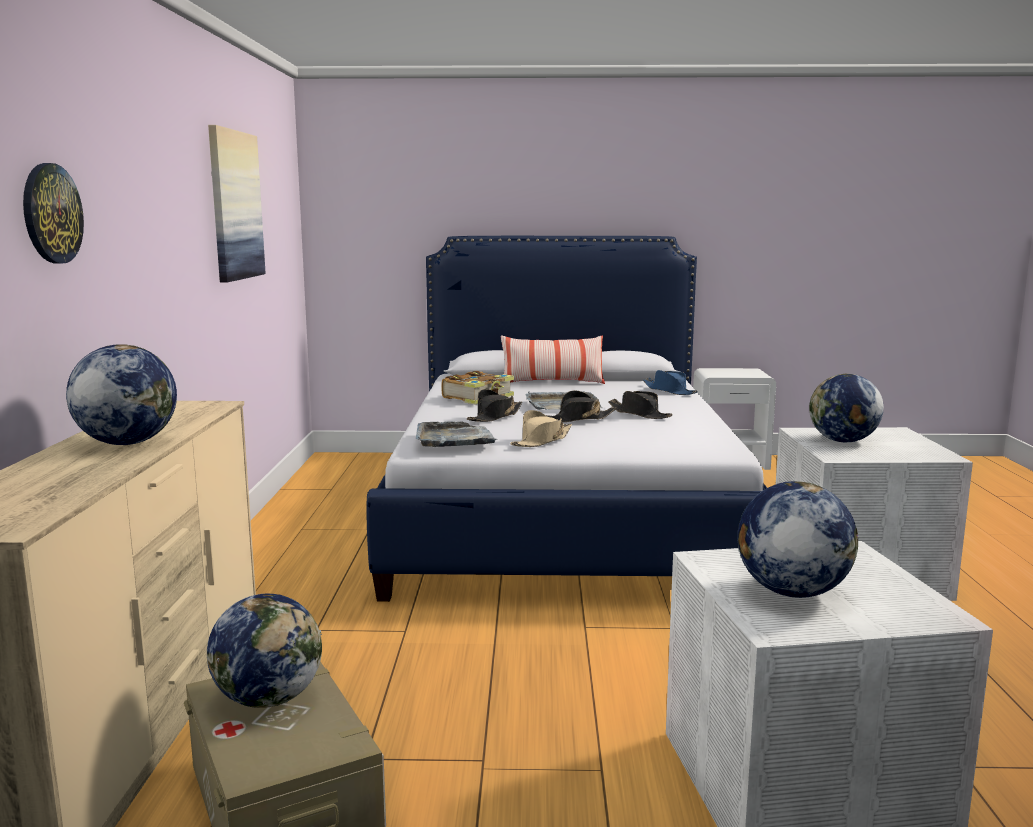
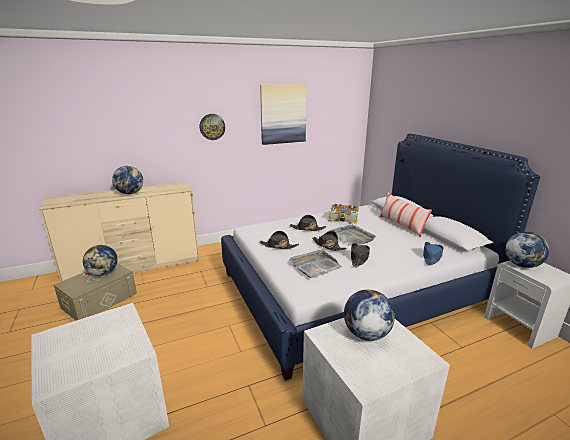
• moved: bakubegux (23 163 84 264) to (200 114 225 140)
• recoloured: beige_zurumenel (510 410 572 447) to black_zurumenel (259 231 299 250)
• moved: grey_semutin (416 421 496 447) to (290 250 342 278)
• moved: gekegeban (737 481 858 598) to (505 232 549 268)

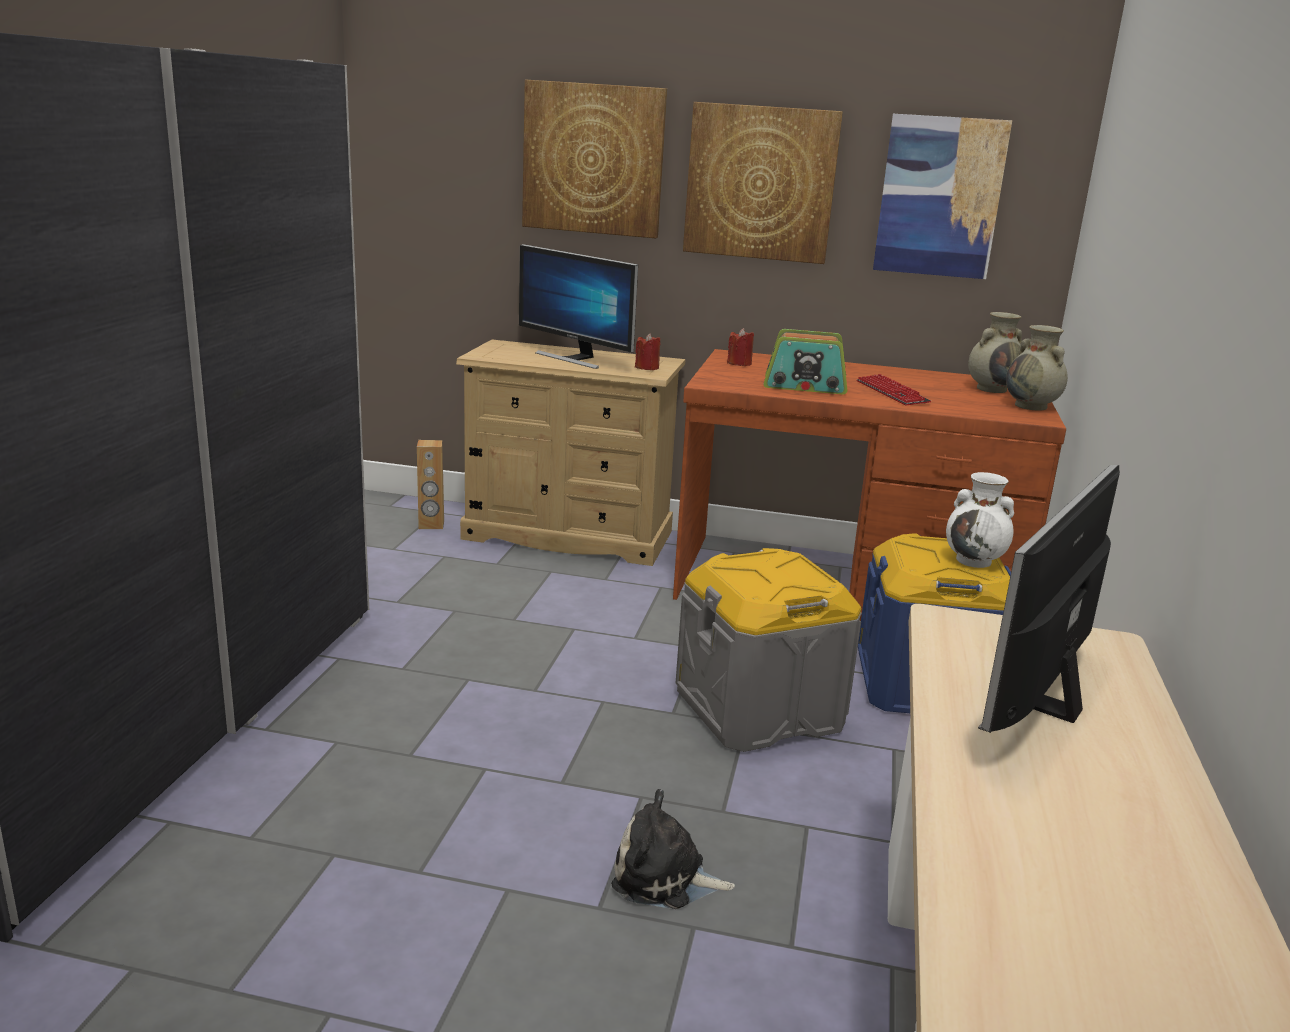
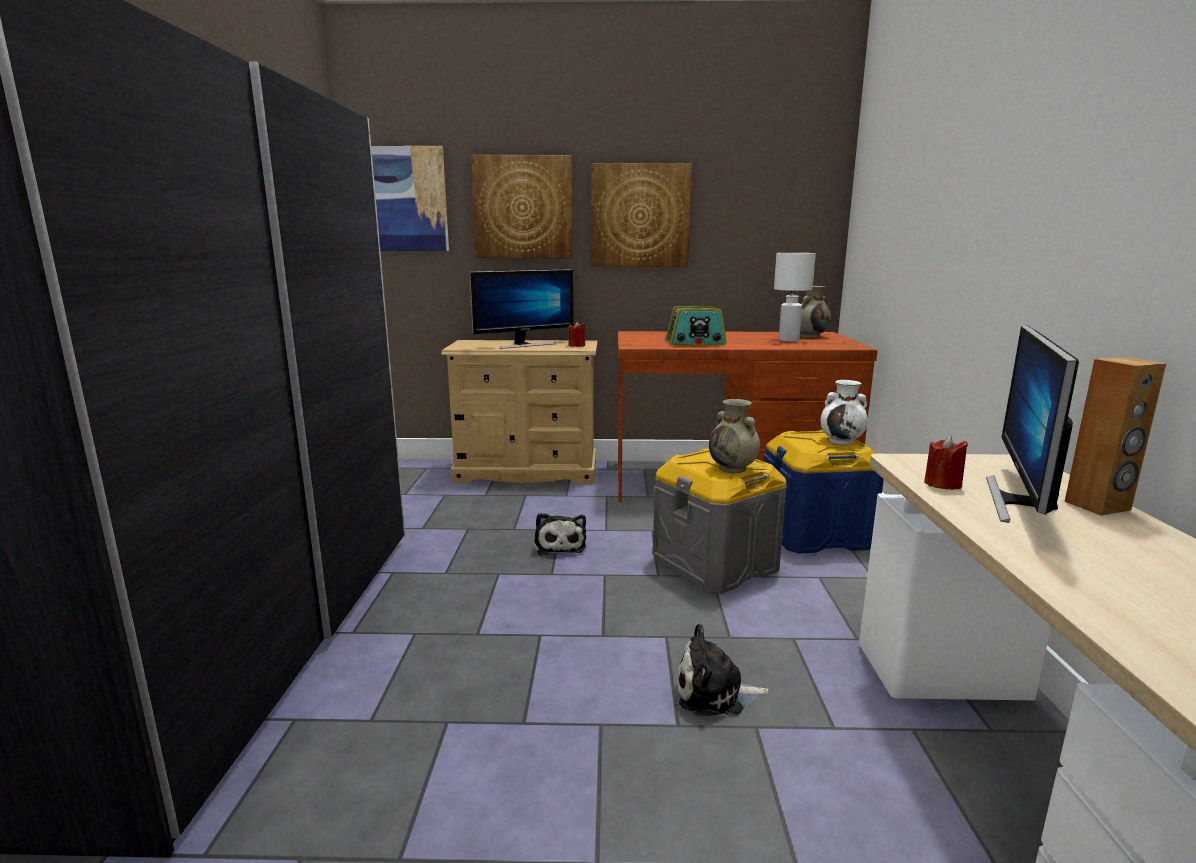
• moved: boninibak (873 114 1012 279) to (371 146 449 251)
• turned: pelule (519 244 638 369) = (469 269 574 349) 60 degrees counterclockwise
• moved: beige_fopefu (1006 325 1068 411) to (709 399 760 473)
• moved: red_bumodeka (727 328 754 366) to (924 436 968 490)
• removed: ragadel (857 374 931 405)
• moved: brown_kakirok (417 440 444 529) to (1065 357 1166 515)
• added: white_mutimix (774 253 816 342)
• added: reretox (535 513 586 556)

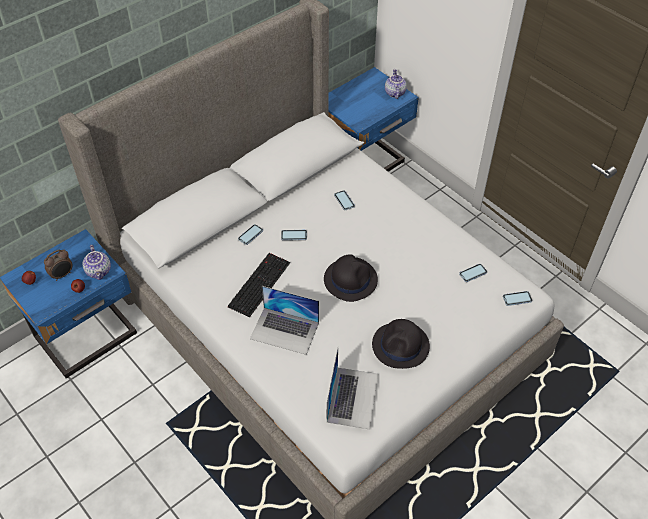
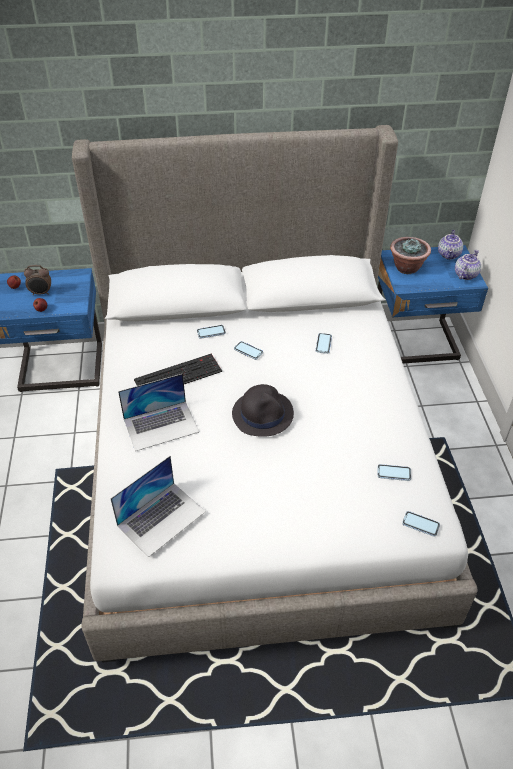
• moved: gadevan (83 245 111 280) to (438 230 463 259)
• turned: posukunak (250 286 319 355) = (118 374 199 451) 75 degrees counterclockwise
• removed: black_zurumenel (372 319 430 369)
• added: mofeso (390 237 431 274)

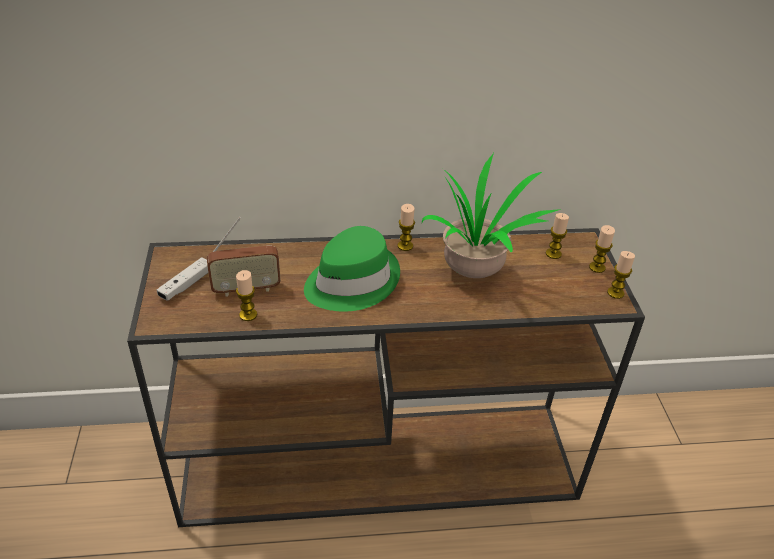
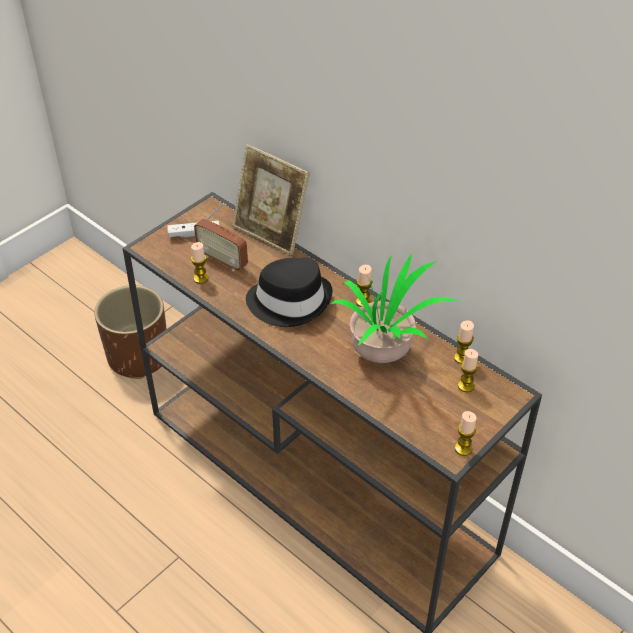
• moved: bumodeka (589 225 615 273) to (454 320 474 364)
• recoloured: green_zurumenel (304 226 400 312) to black_zurumenel (246 257 333 327)
• added: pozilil (233 144 310 255)
• added: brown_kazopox (94 285 166 379)

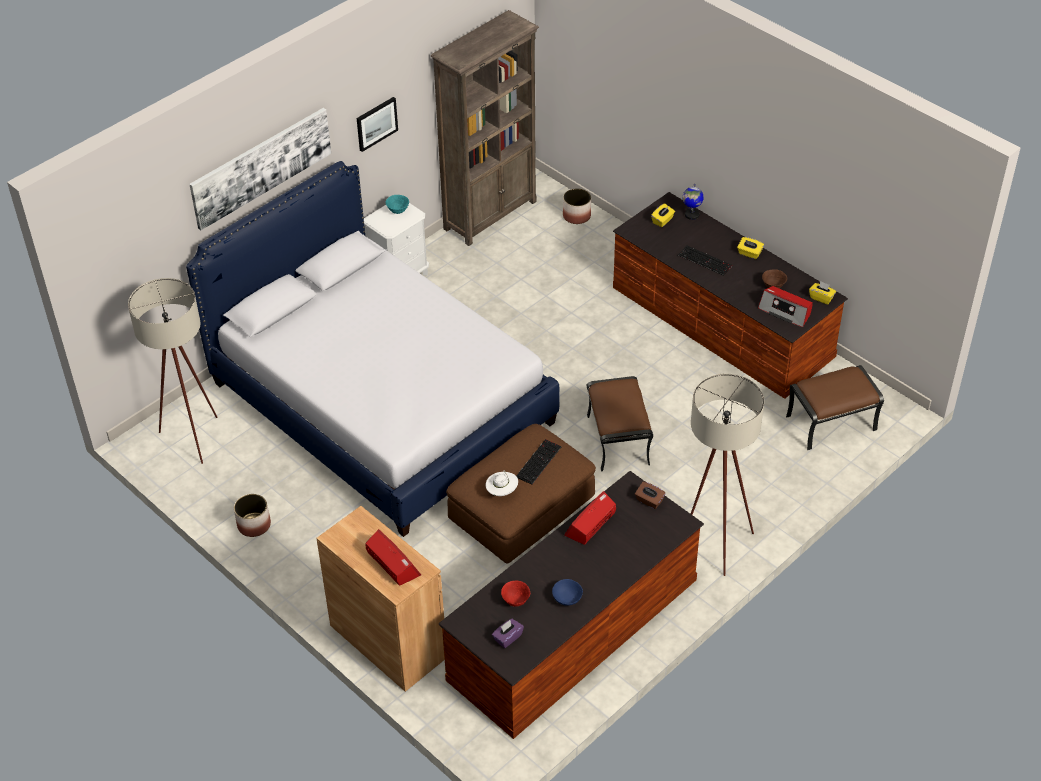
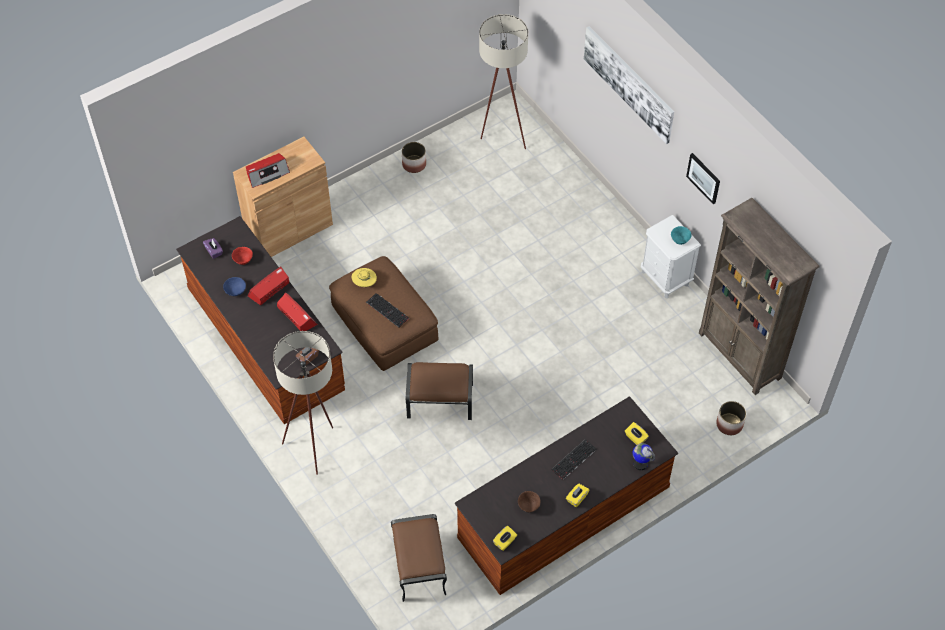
• removed: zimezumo (186 161 560 537)
• moved: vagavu (758 286 813 327) to (247 266 289 305)
• recoloured: white_zurumenel (485 470 518 496) to yellow_zurumenel (352 268 377 287)

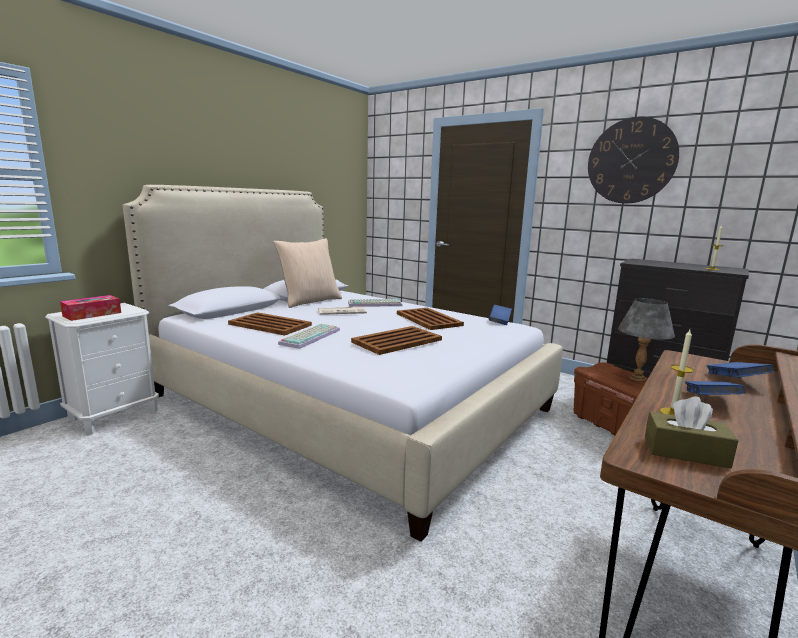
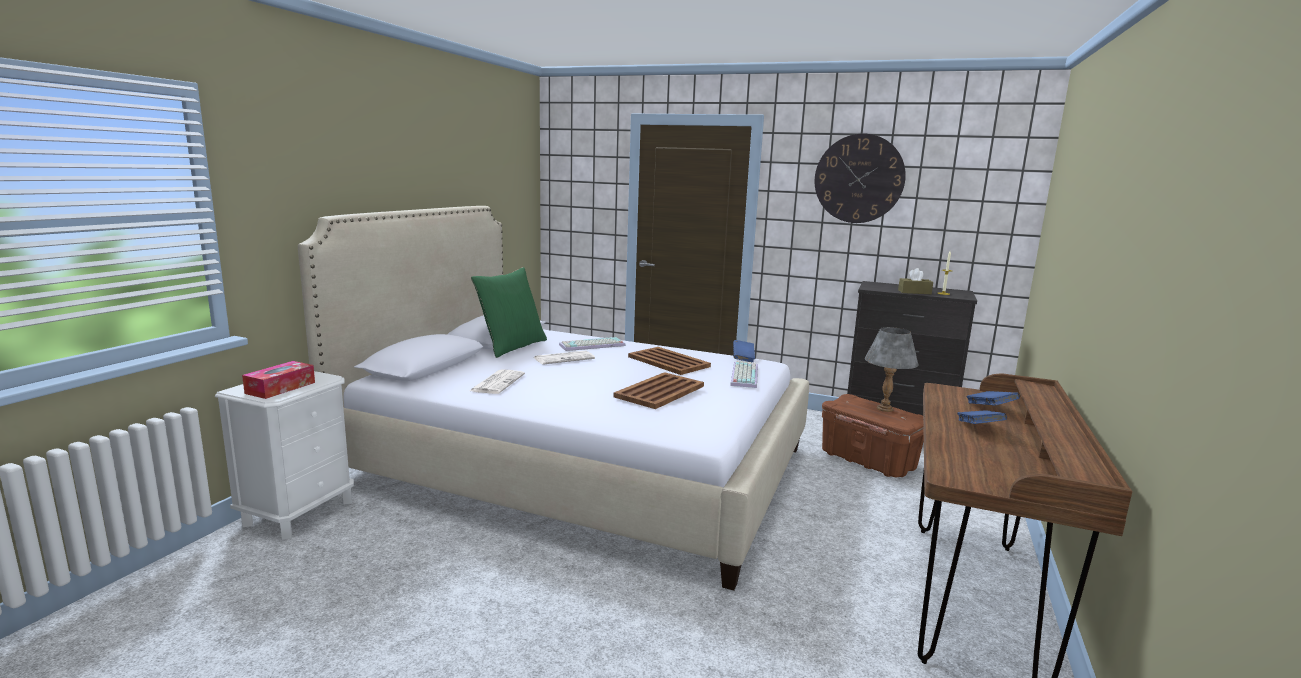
• recoloured: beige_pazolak (273 238 342 308) to green_pazolak (471 267 547 358)
• replaced: brown_semutin (228 312 312 336) to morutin (470 370 525 394)
• moved: ragadel (278 324 340 349) to (730 361 758 388)
• removed: bumodeka (660 330 694 415)
• moved: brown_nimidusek (645 397 739 468) to (898 268 933 294)

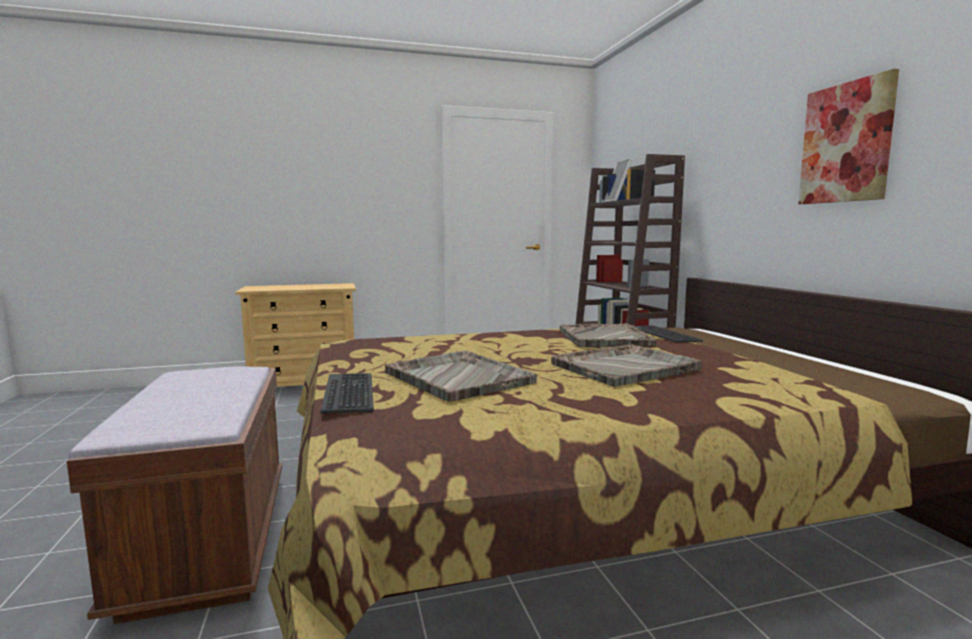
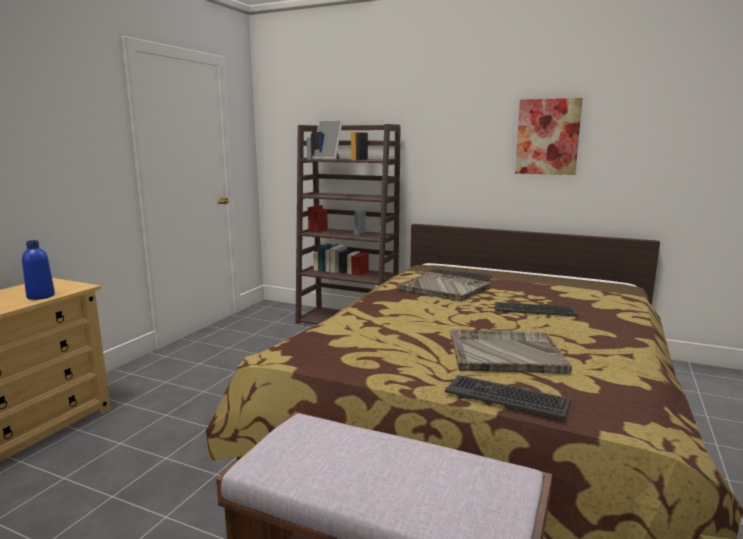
• replaced: grey_semutin (551 344 702 387) to ragadel (495 302 578 317)
• added: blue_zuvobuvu (22 240 55 300)

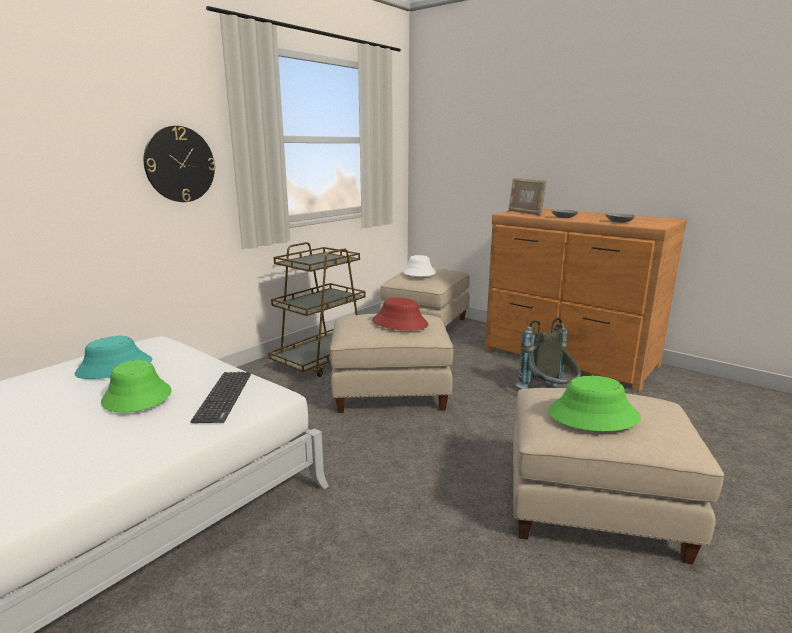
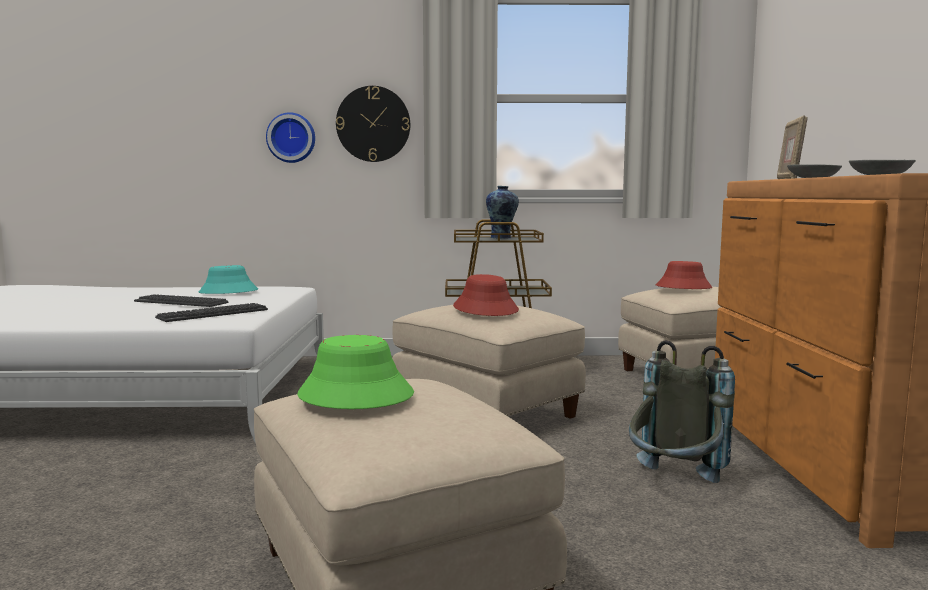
• recoloured: white_zurumenel (403 255 436 276) to red_zurumenel (656 261 712 289)
• replaced: green_zurumenel (101 360 171 412) to ragadel (134 294 228 307)
• added: bakubegux (266 112 315 163)
• added: fopefu (486 186 519 239)

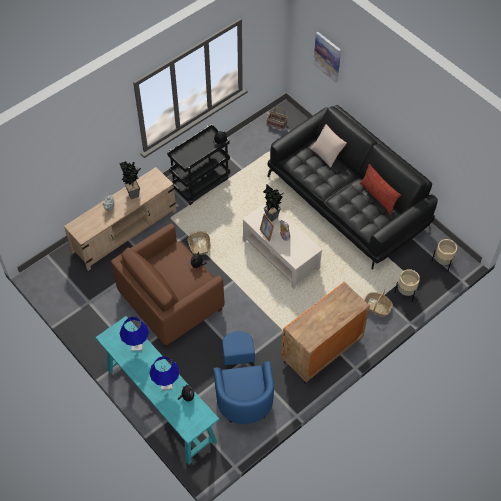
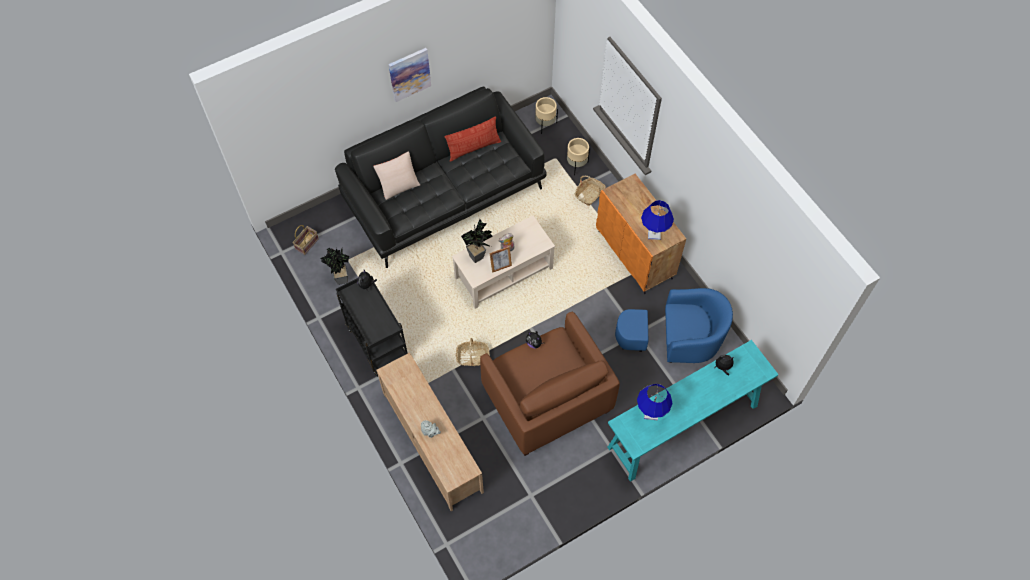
• moved: boninibak (313 32 341 83) to (389 48 431 102)
• moved: mofeso (119 161 141 199) to (320 248 349 285)
• moved: blue_mutimix (149 356 180 390) to (641 200 674 240)

